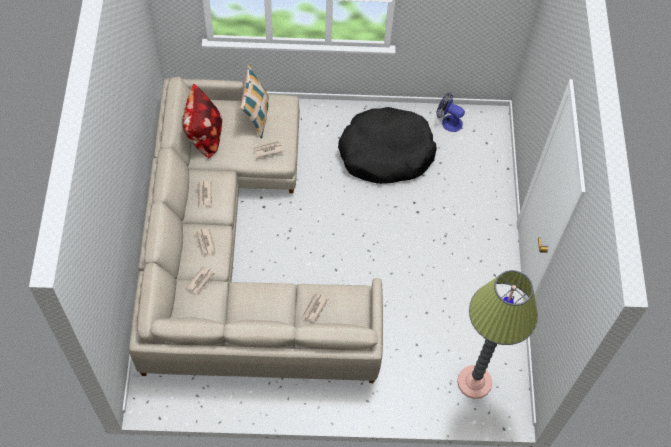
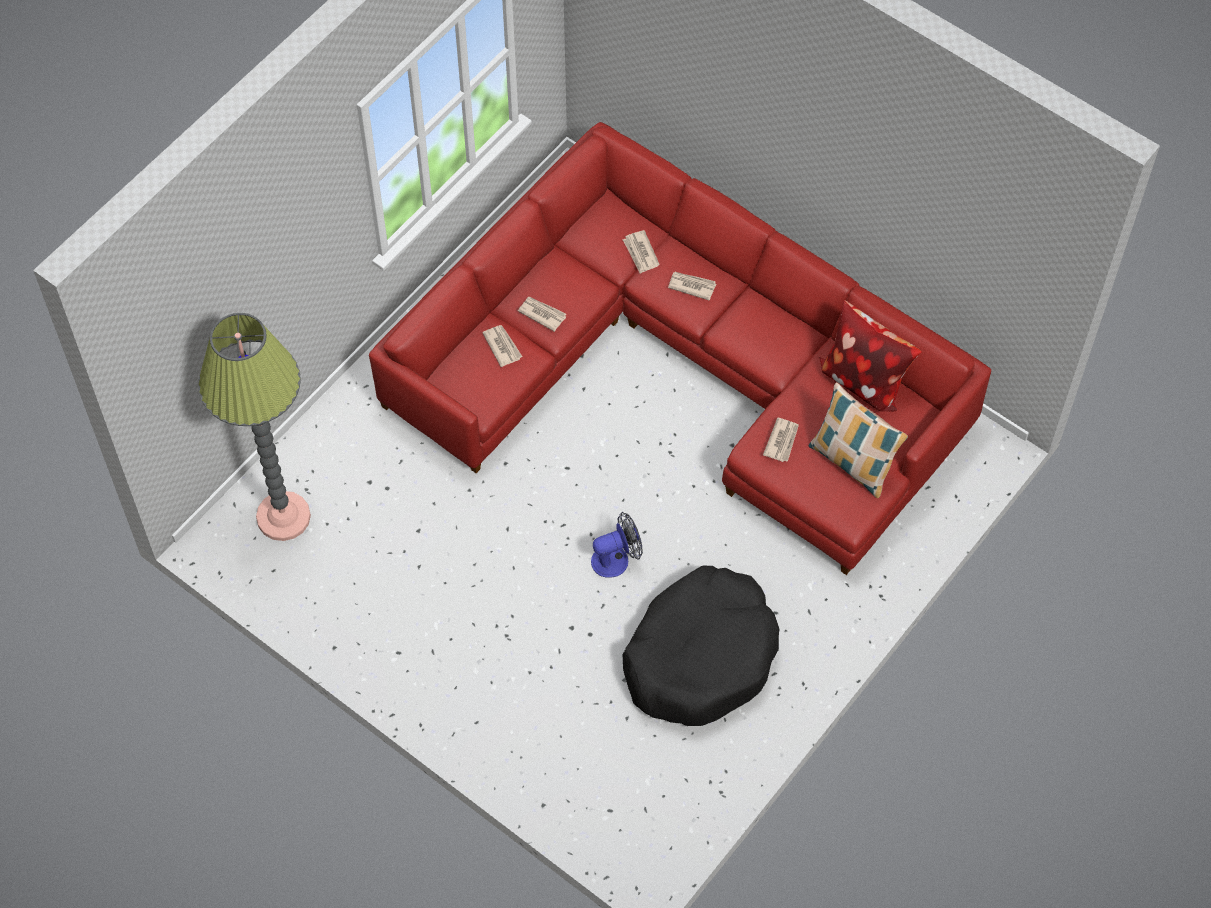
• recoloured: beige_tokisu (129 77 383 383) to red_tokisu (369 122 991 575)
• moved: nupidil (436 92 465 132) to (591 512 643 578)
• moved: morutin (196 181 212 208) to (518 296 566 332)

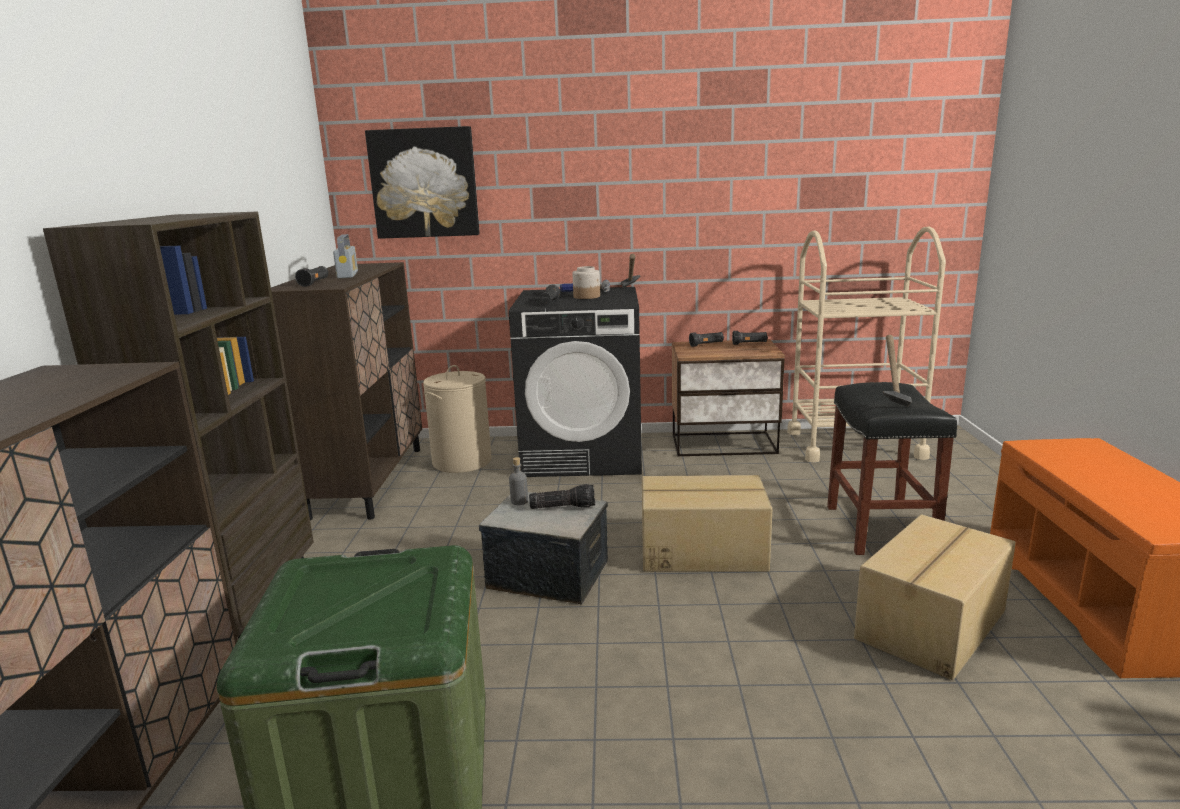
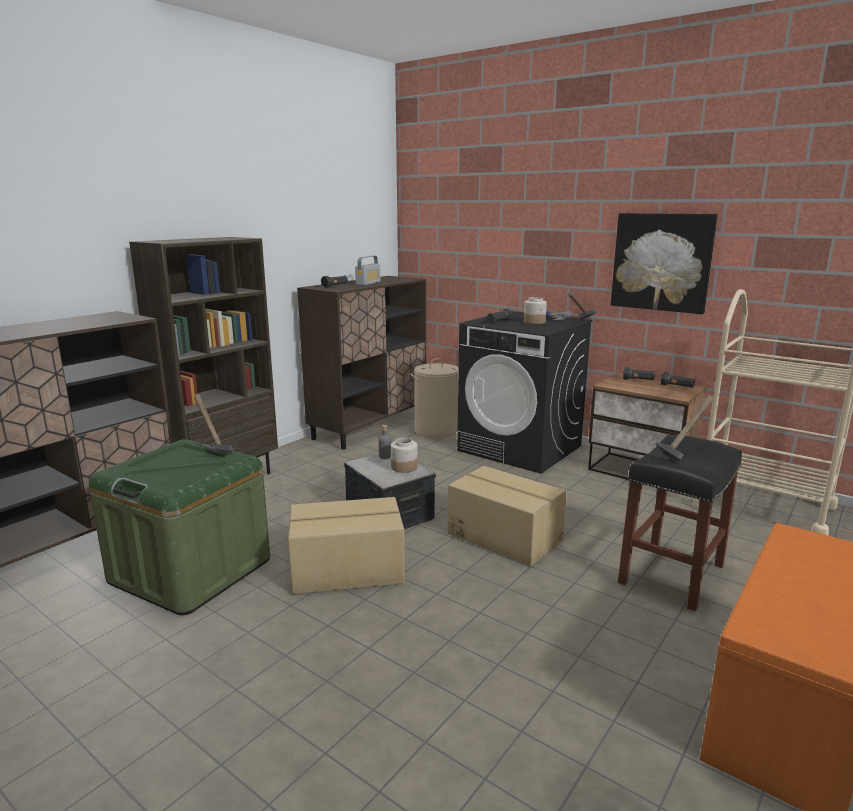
• moved: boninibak (365 126 480 239) to (611 213 718 314)
• replaced: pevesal (529 484 595 509) to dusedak (391 438 418 473)
• moved: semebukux (854 514 1016 680) to (288 497 405 594)
• added: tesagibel (194 394 234 455)

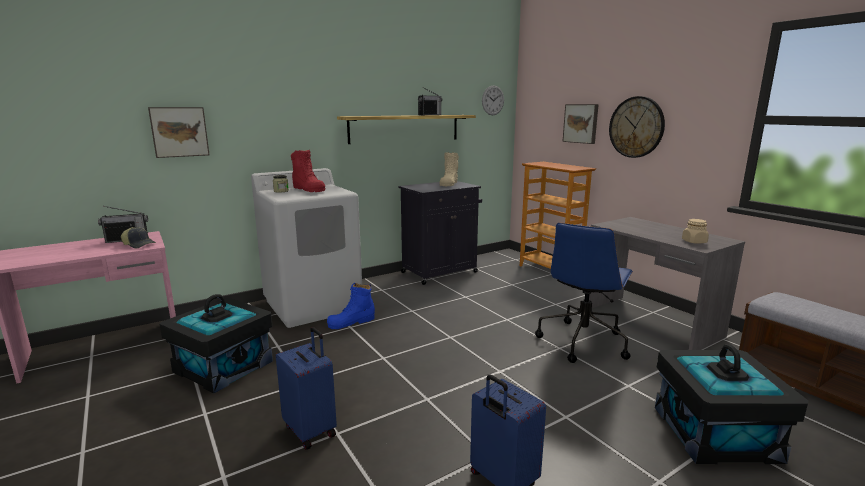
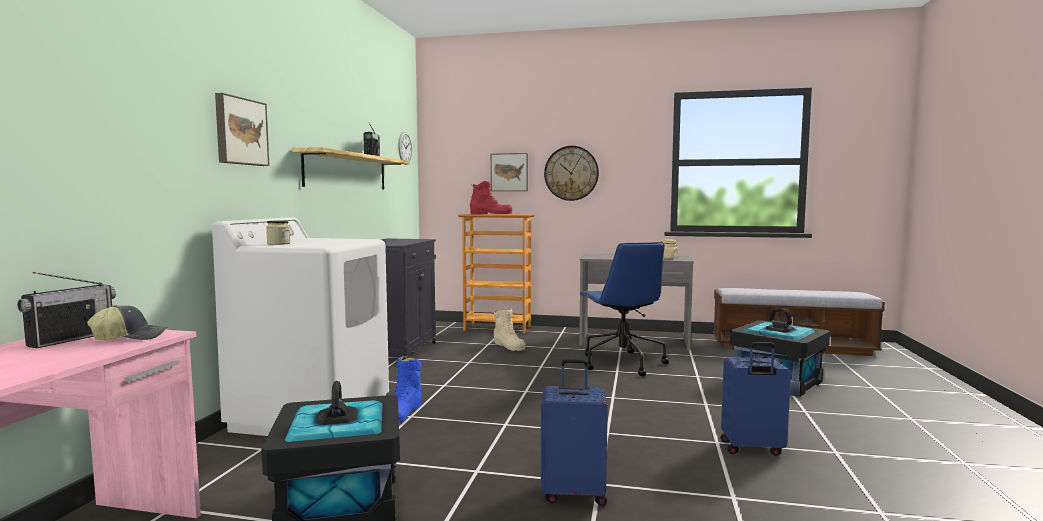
• moved: boninibak (148 107 210 158) to (215 93 269 166)
• moved: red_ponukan (291 150 326 192) to (470 181 512 214)
• moved: beige_ponukan (439 152 459 186) to (494 309 526 351)

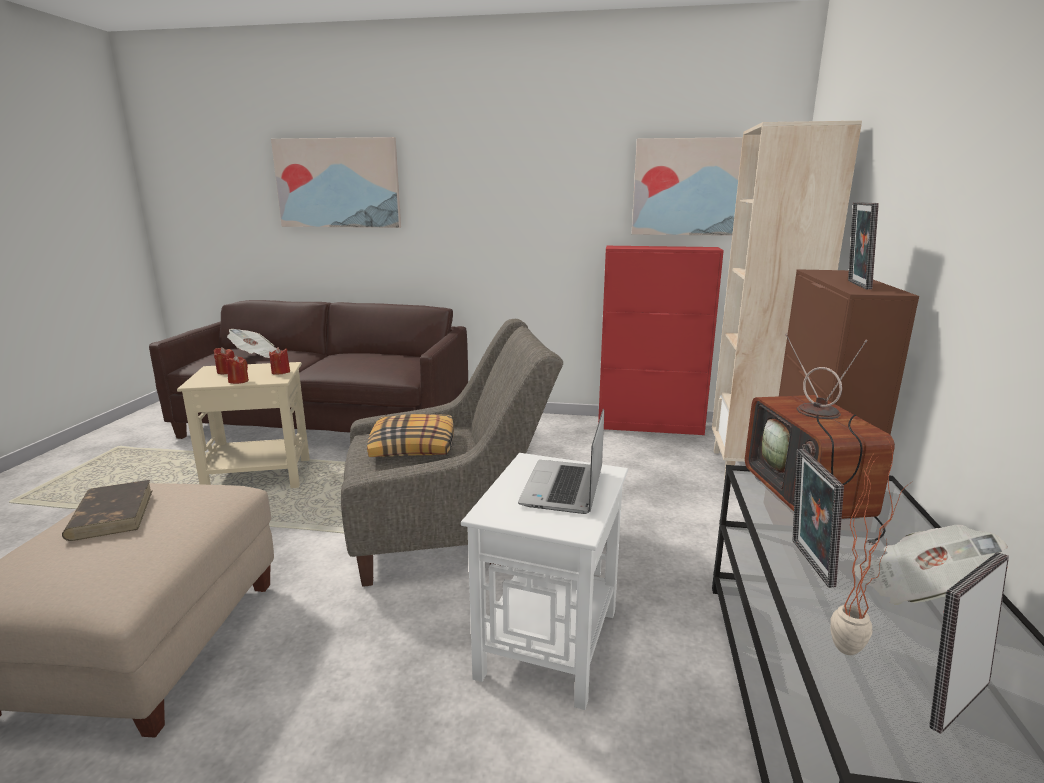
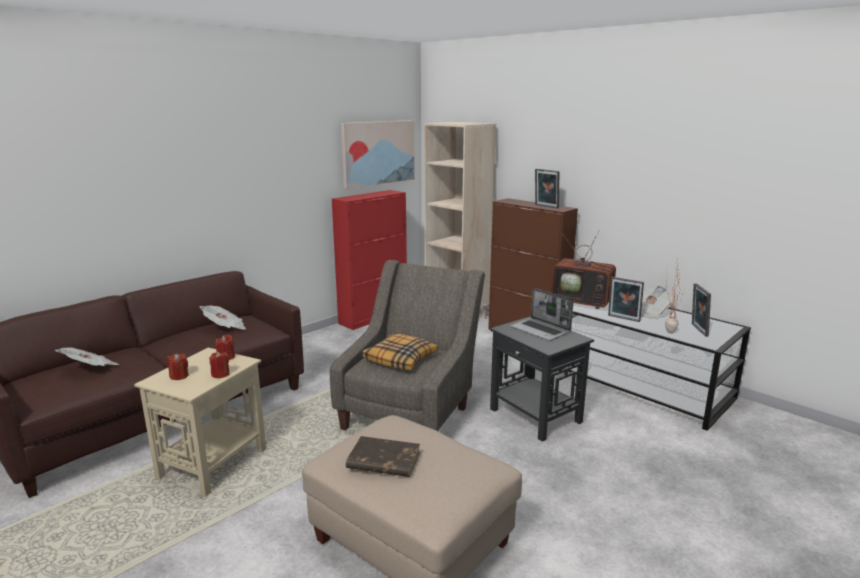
• removed: boninibak (271 137 401 228)
• recoloured: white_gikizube (461 453 628 710) to black_gikizube (490 316 594 442)
• added: morutin (199 306 246 330)

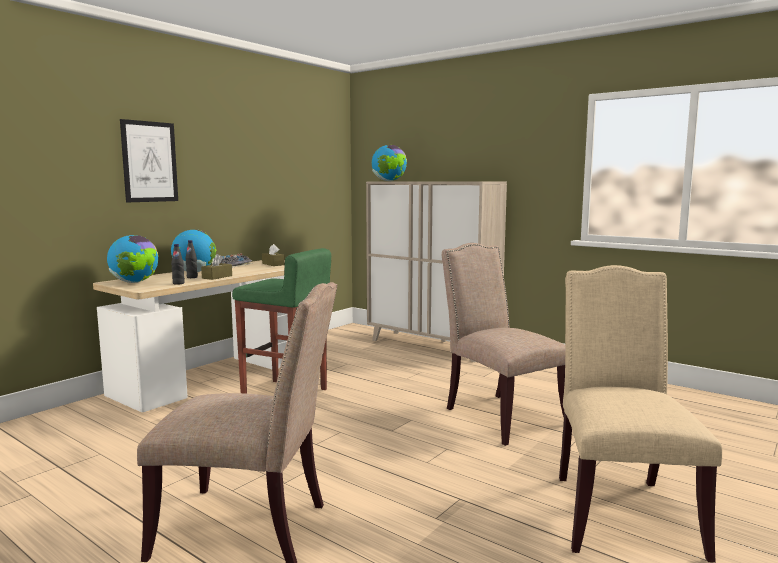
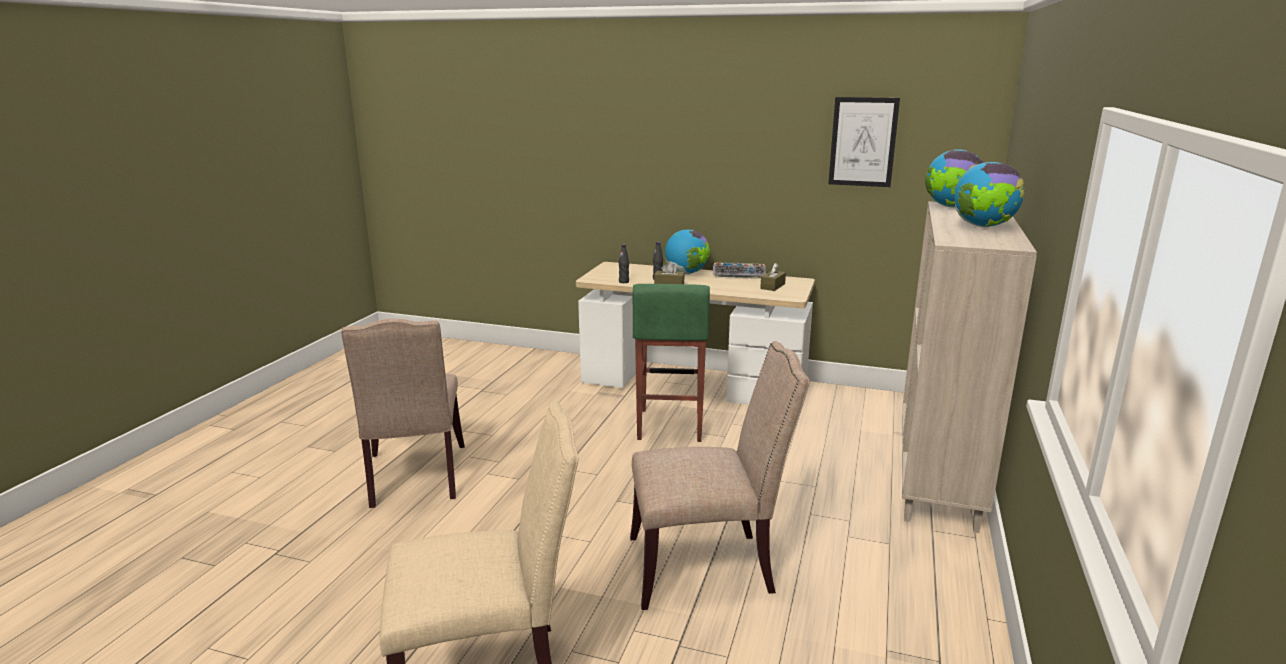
• moved: boninibak (120 119 178 202) to (828 97 900 187)
• moved: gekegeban (107 235 158 283) to (955 162 1024 227)
• turned: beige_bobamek (441 243 566 446) = (630 341 810 610) 45 degrees clockwise

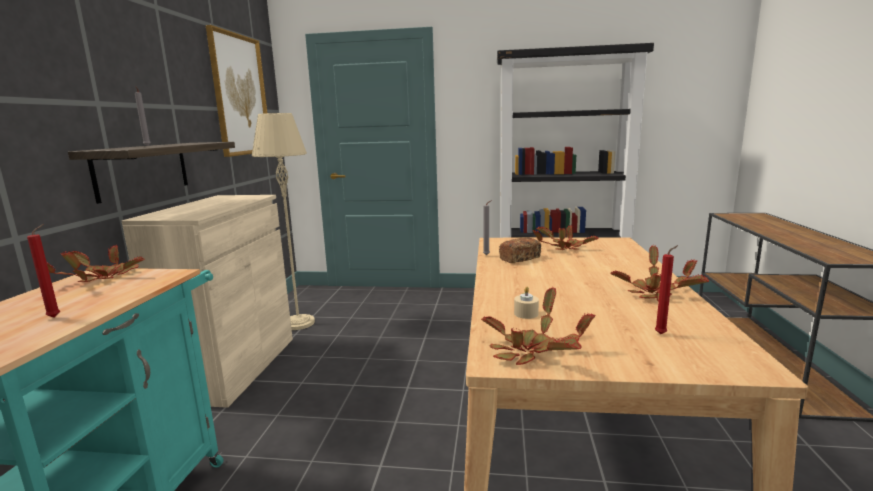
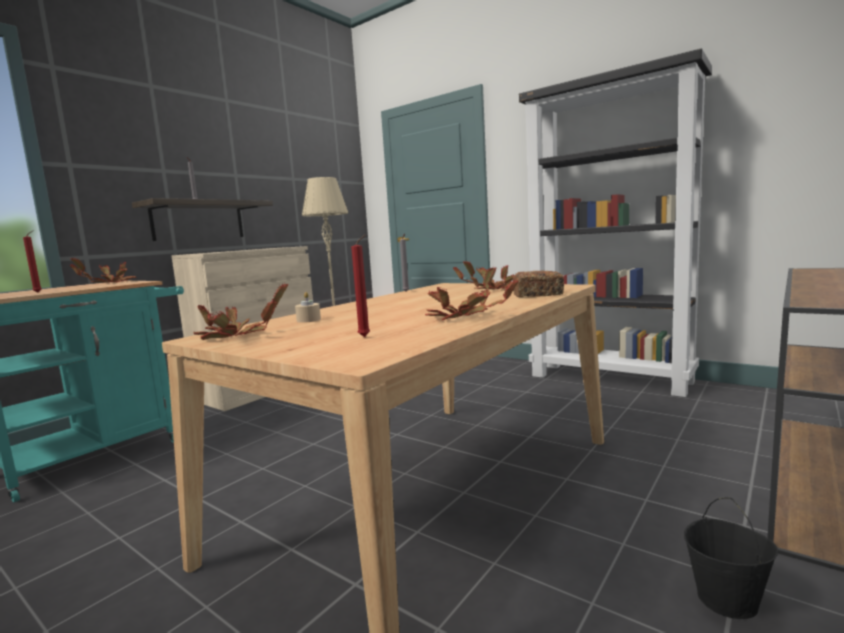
• removed: boninibak (206 25 267 157)
• moved: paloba (499 238 541 263) to (513 271 564 297)
• added: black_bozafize (684 497 779 619)

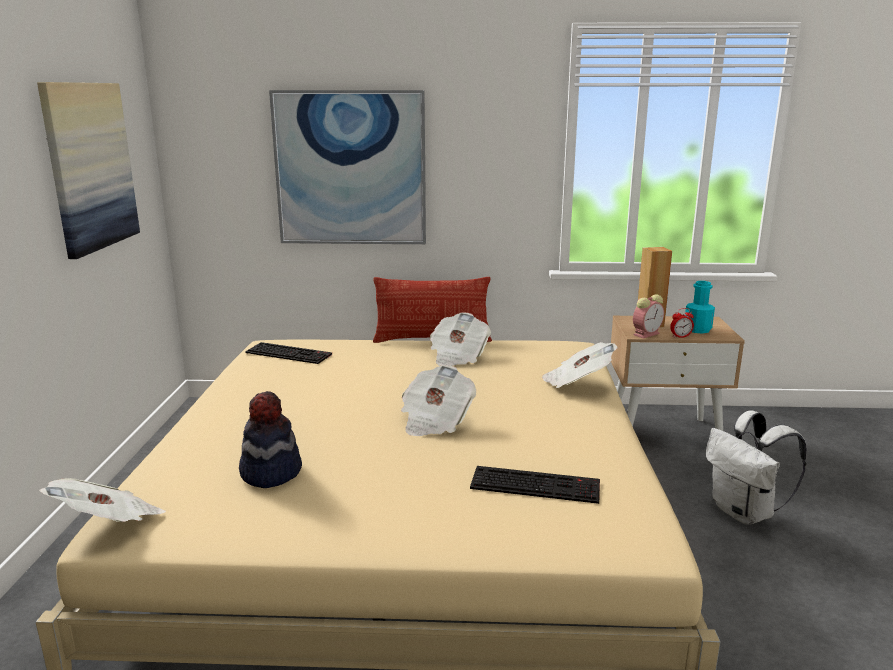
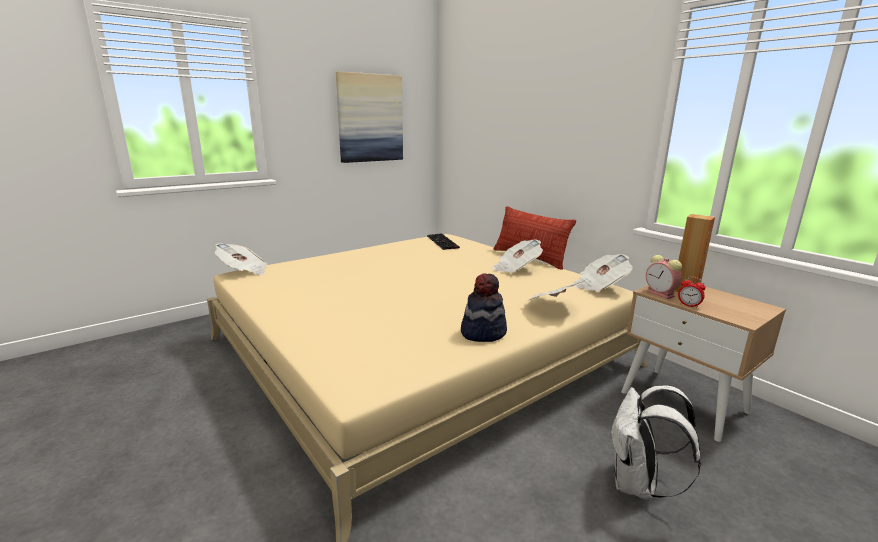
• removed: boninibak (269 90 426 244)
• removed: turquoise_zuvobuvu (685 281 715 334)
• turned: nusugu (633 294 664 339) = (646 255 682 299) 45 degrees clockwise
• moved: morutin (401 365 476 436) to (573 254 633 292)
• moved: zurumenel (239 391 302 488) to (461 273 507 342)
• removed: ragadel (470 466 600 504)

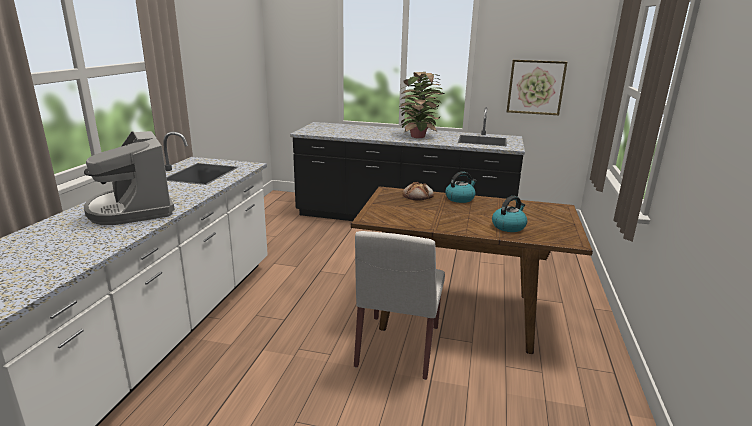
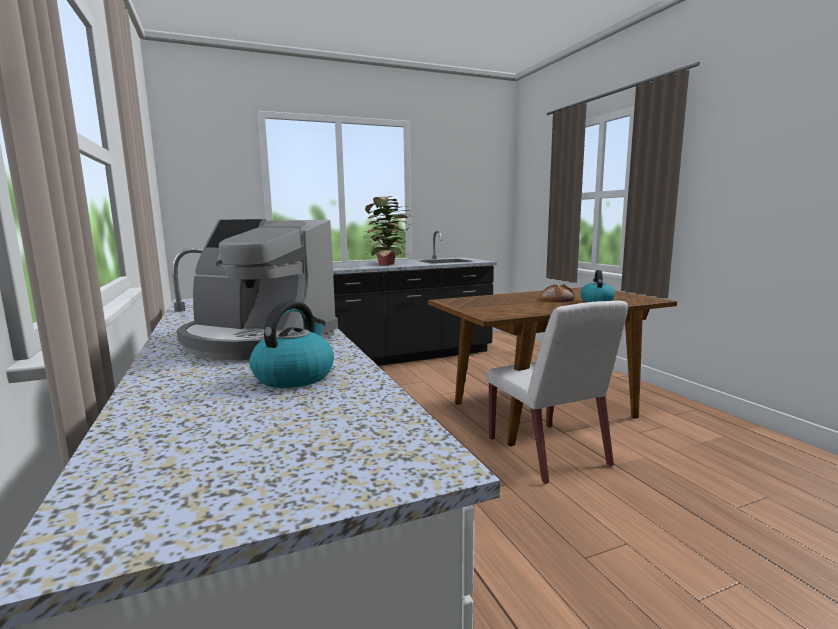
• removed: boninibak (507 60 567 115)
• moved: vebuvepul (445 171 477 203) to (249 301 334 388)
• moved: paloba (403 182 434 201) to (541 284 574 302)

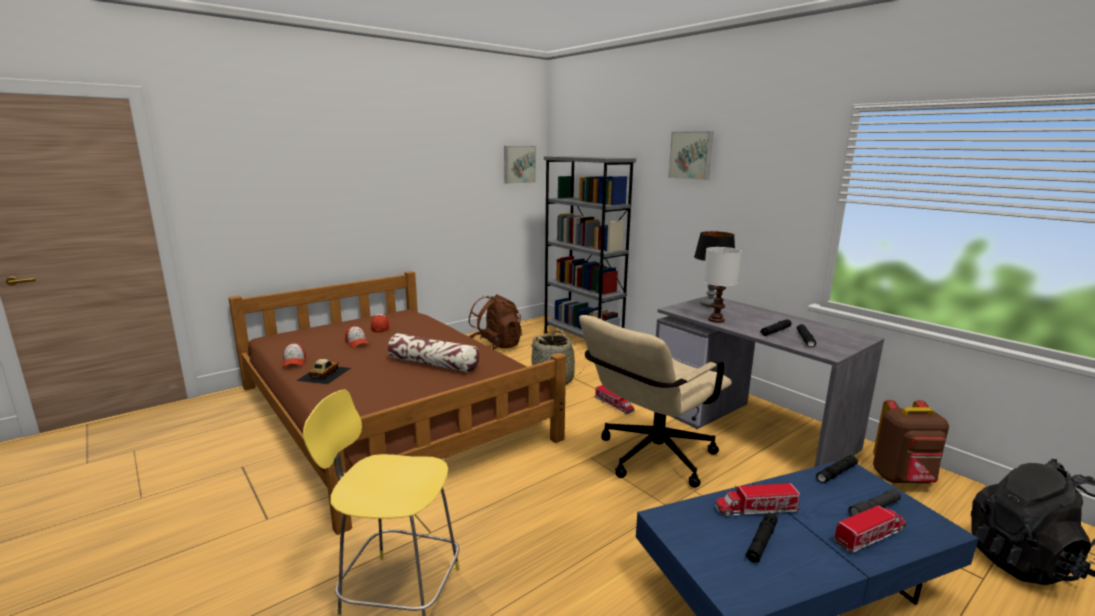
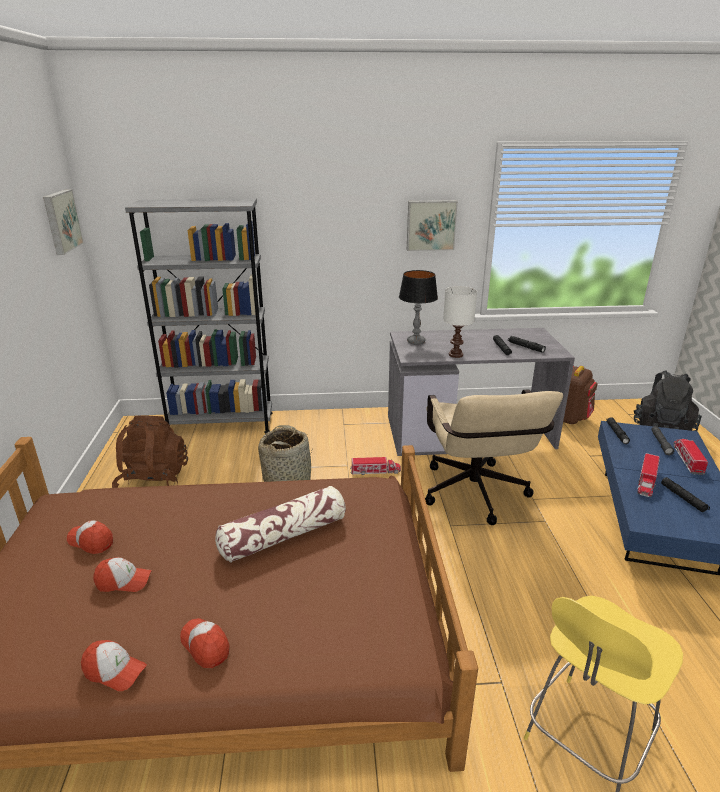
• moved: boninibak (668 131 713 180) to (407 200 458 251)
• replaced: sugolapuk (296 359 351 384) to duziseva (180 618 230 668)

